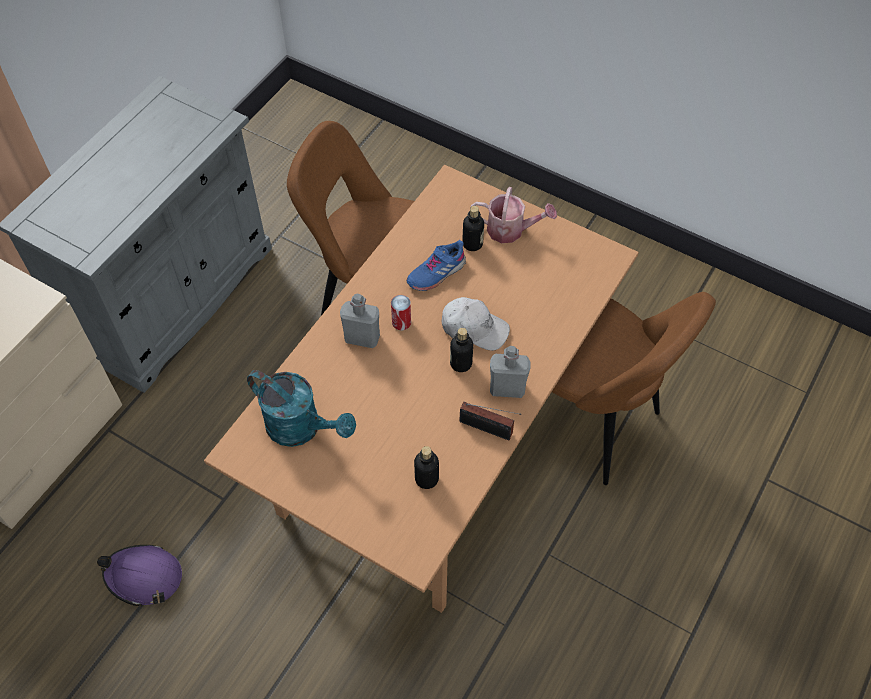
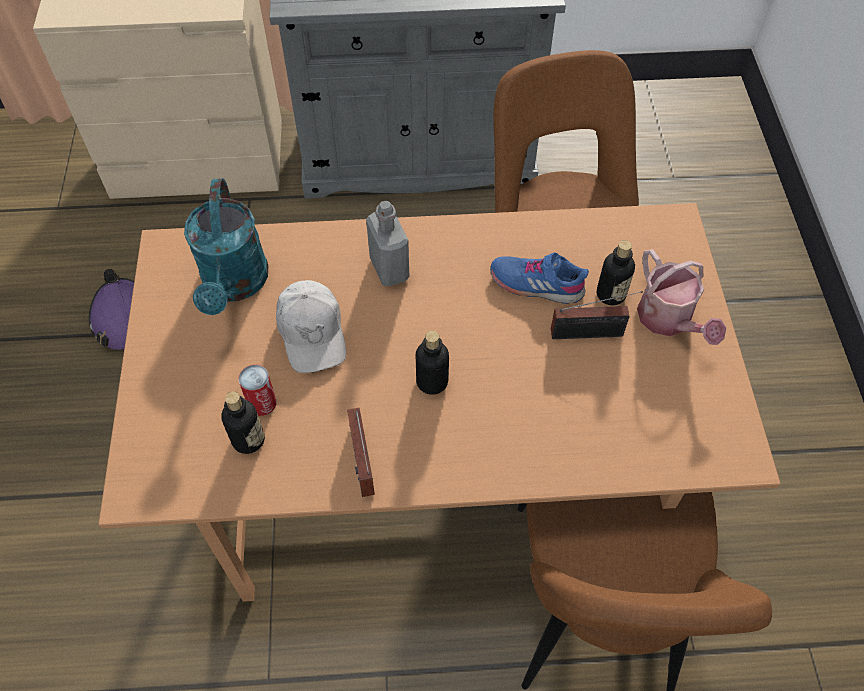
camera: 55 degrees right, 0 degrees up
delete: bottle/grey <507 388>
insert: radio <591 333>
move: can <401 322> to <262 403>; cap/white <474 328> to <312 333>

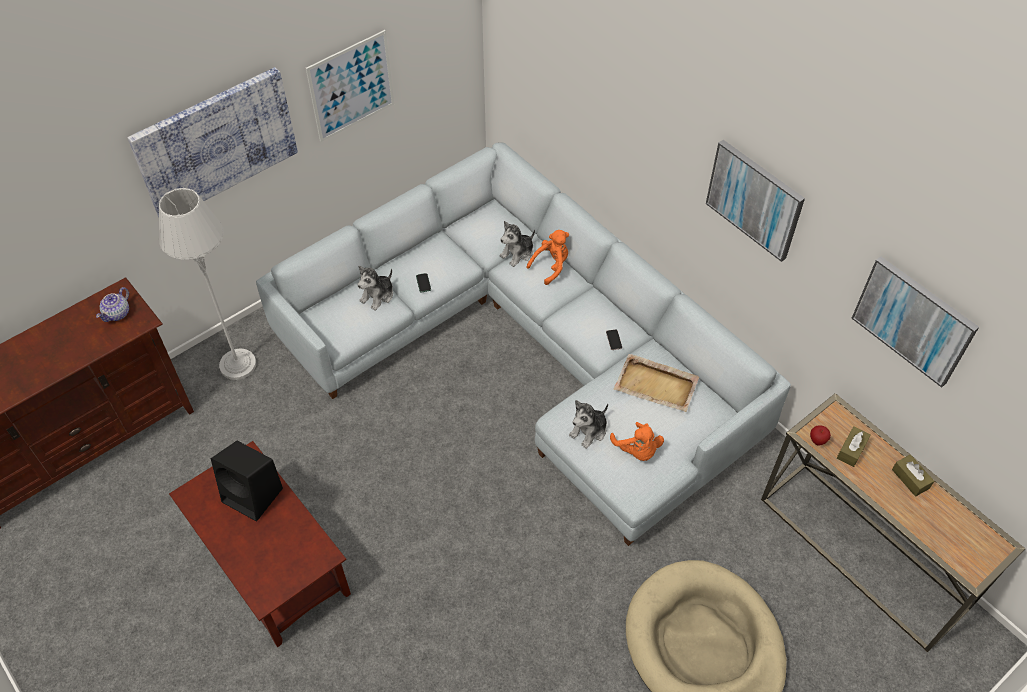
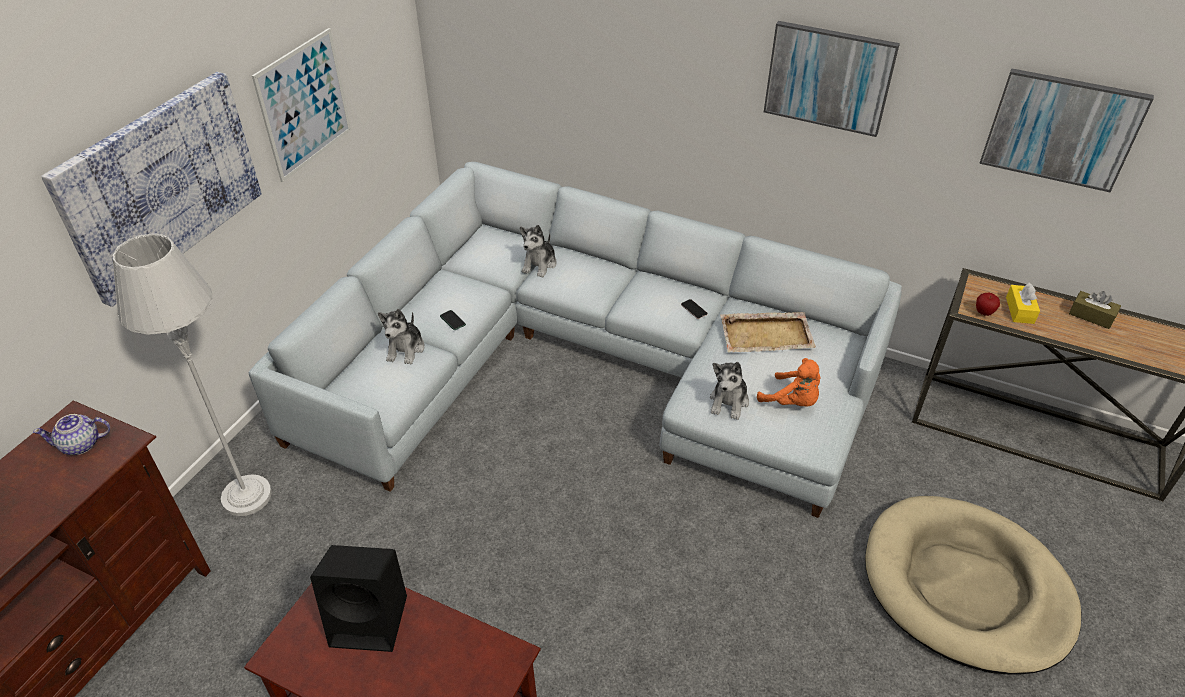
camera: 25 degrees left, 10 degrees down
delete: plush toy/orange <551 266>
recolor: tissue box/brown <851 450> to tissue box/yellow <1019 310>
rotate: teapot <118 313> = <81 445> 75 degrees clockwise

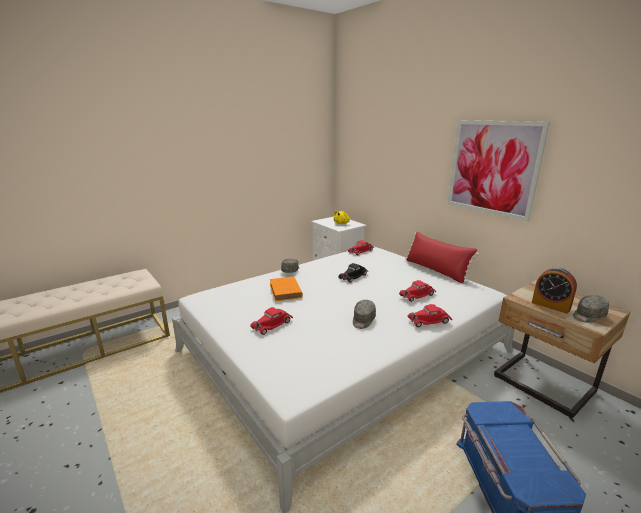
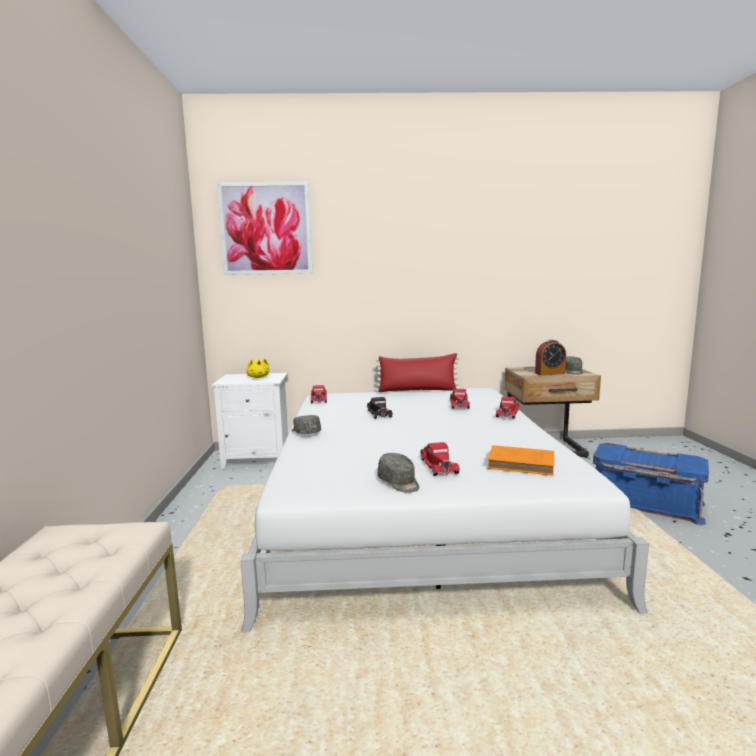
camera: 55 degrees left, 10 degrees down
move: picture <492 168> to <266 229>; cap/grey <363 320> to <399 483>; book/orange <285 291> to <523 464>

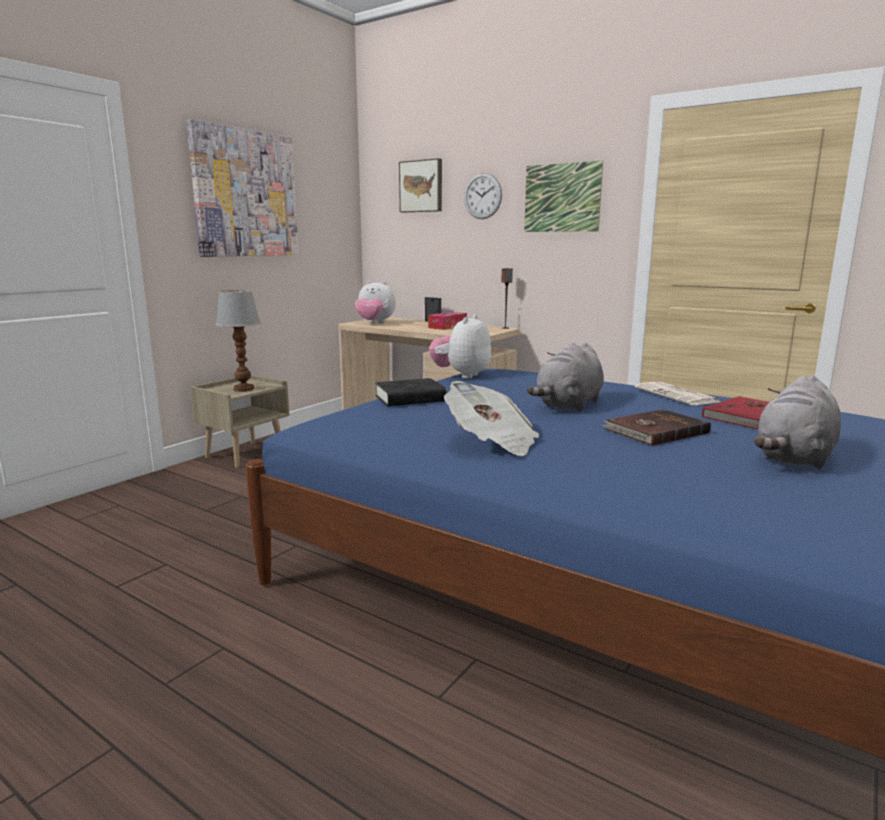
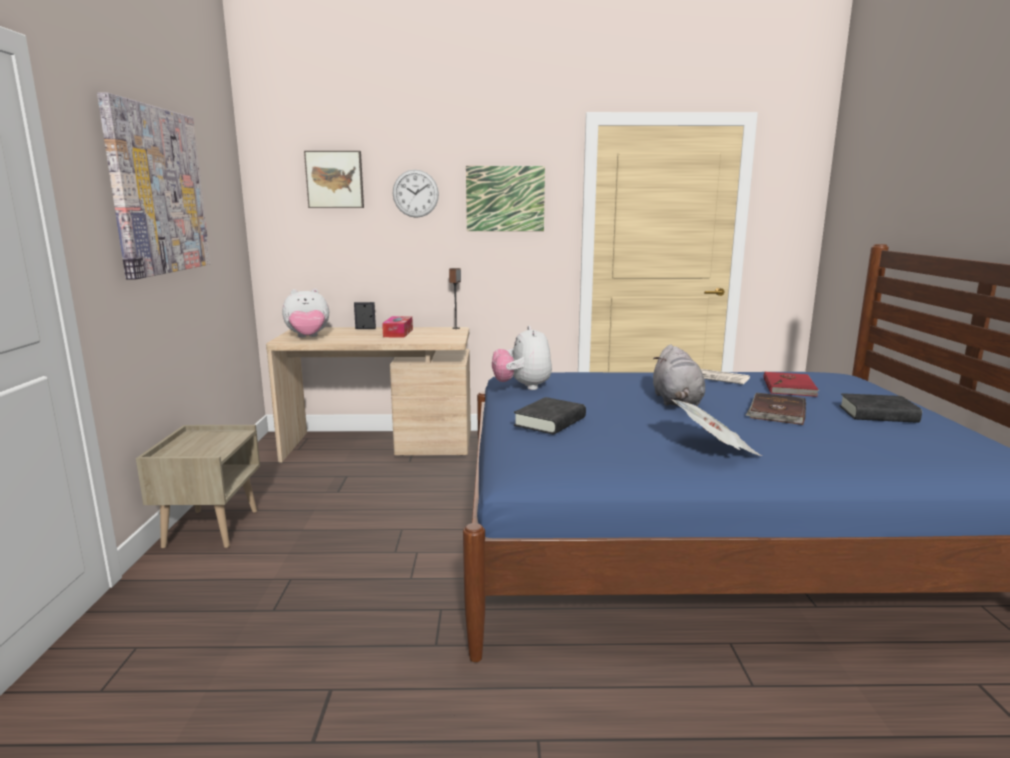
camera: 35 degrees left, 0 degrees up
delete: table lamp <243 389>
replace: plush toy/grey <794 458> to book/black <878 414>

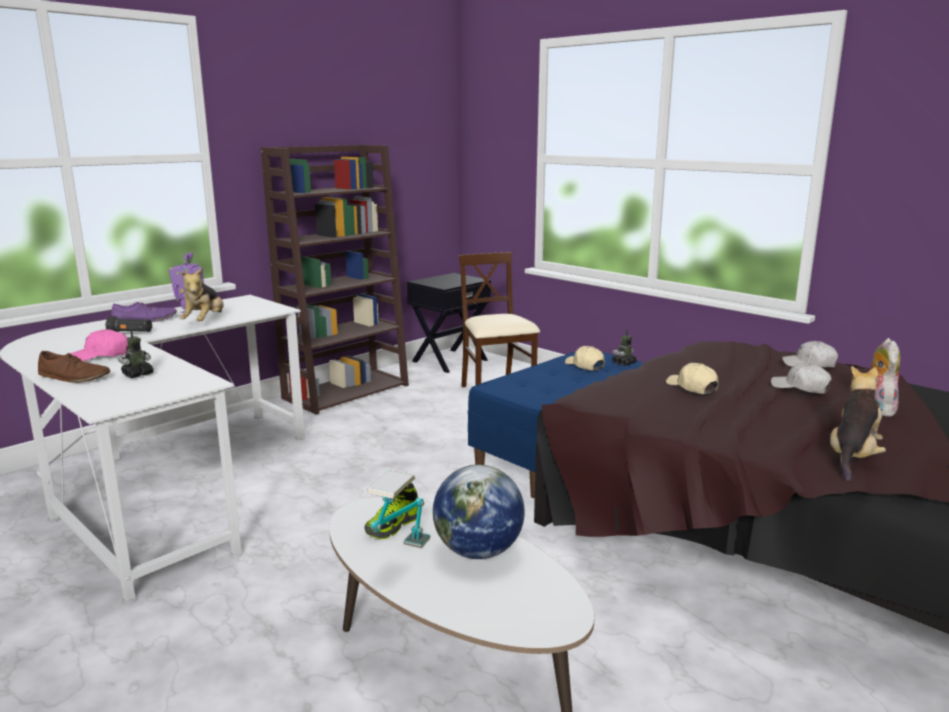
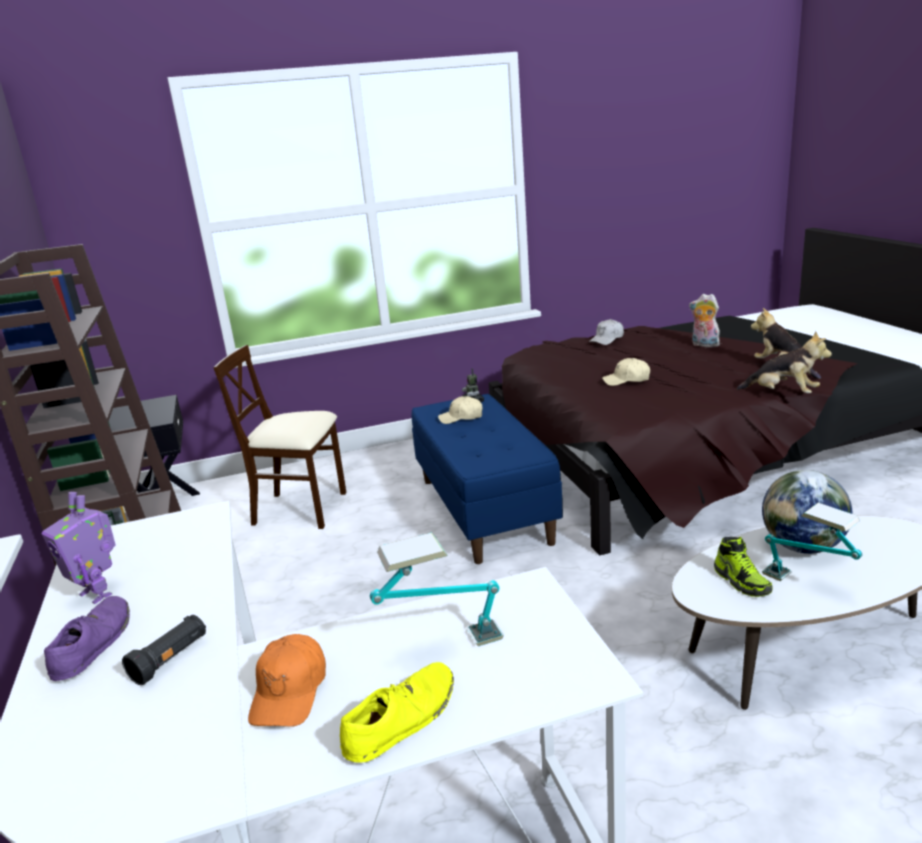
camera: 60 degrees left, 5 degrees up
delete: cap/white <800 388>
move: plush toy <205 321> to <782 394>
replace: toy robot <138 375> to table lamp <443 647>
recolor: cap/pink <101 356> to cap/orange <290 691>; shoe/brown <74 377> to shoe/yellow <401 719>

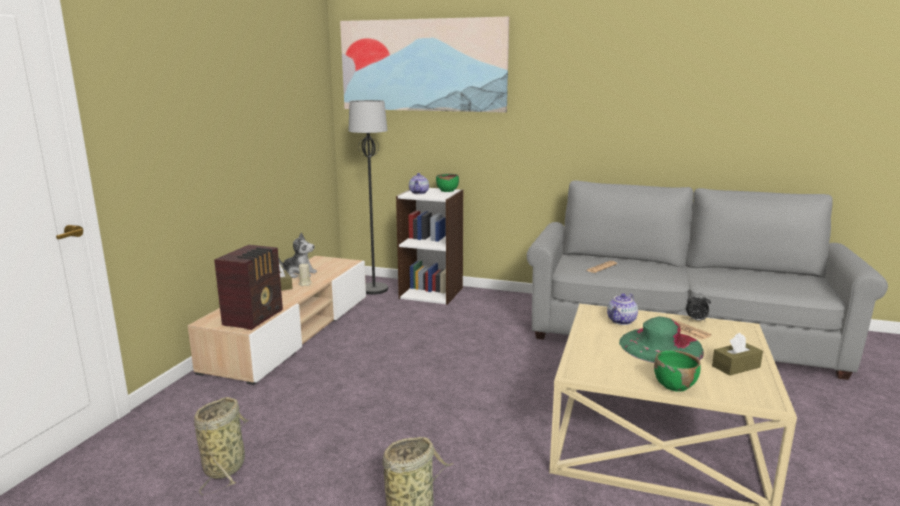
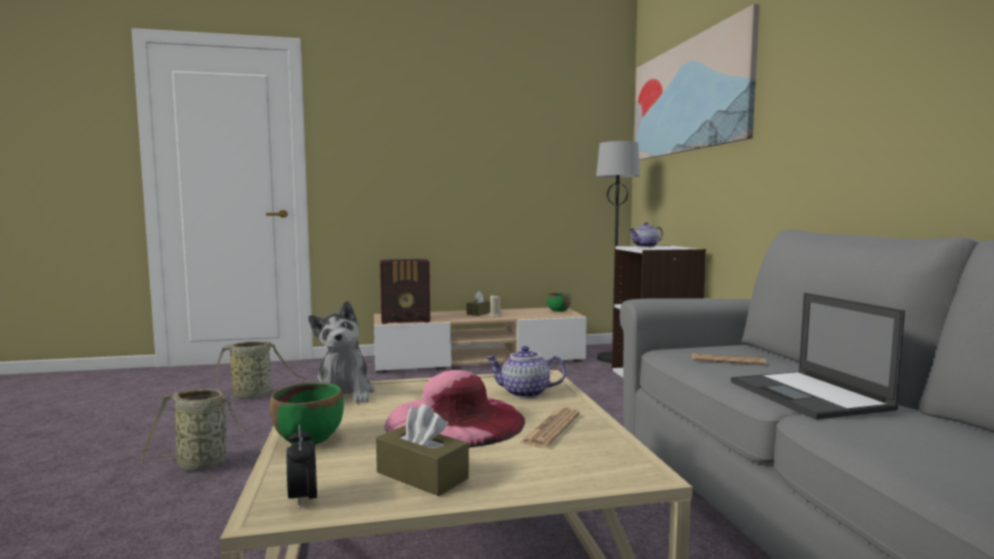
camera: 60 degrees right, 10 degrees down
insert: laptop <810 396>
move: alarm clock <696 320> to <303 499>; plush toy <299 274> to <344 394>; bowl/green <447 190> to <558 310>
recolor: hat/green <661 346> to hat/pink <455 420>

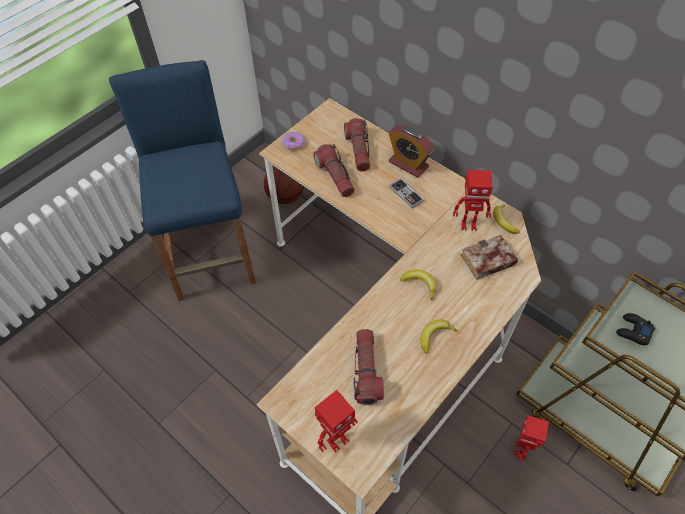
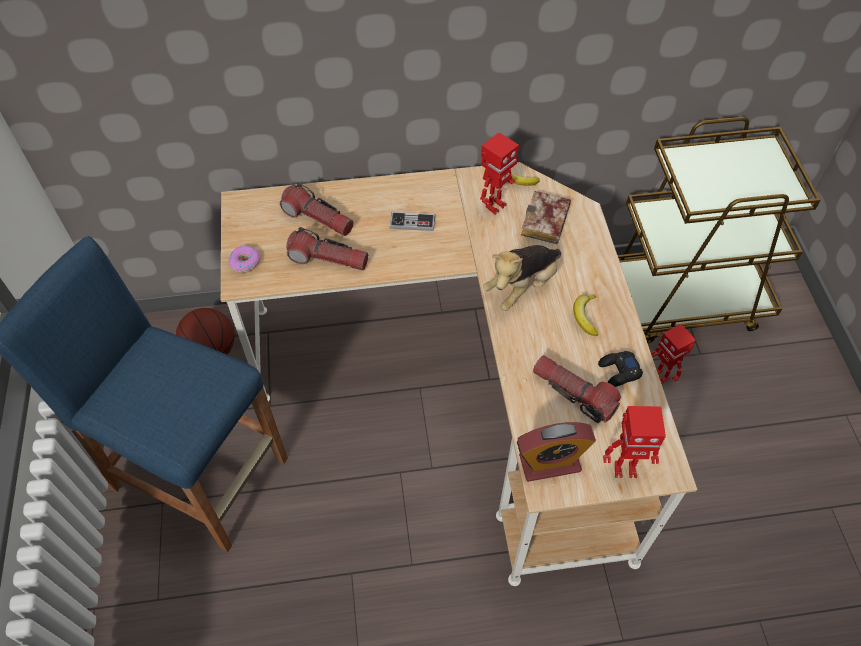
camera: 50 degrees left, 0 degrees up
move: alarm clock <408 164> to <549 463>; game controller/black <633 331> to <619 371>
replace: banana <420 284> to plush toy <522 286>
rotate: toy robot <336 440> = <624 468> 90 degrees clockwise

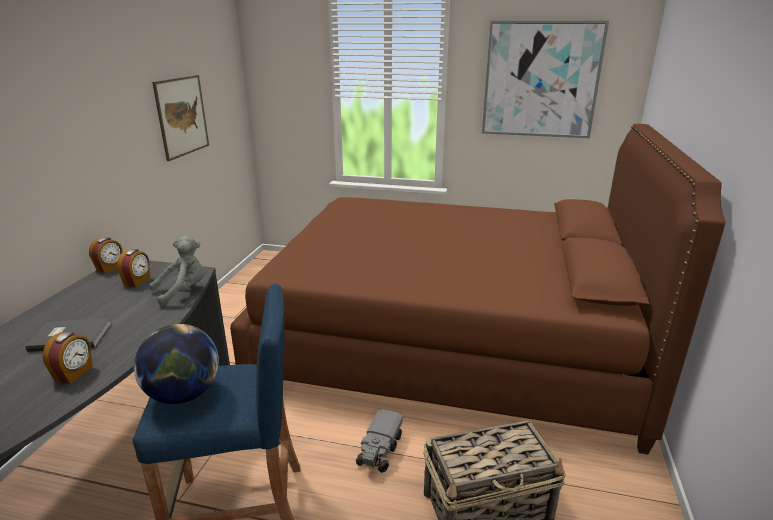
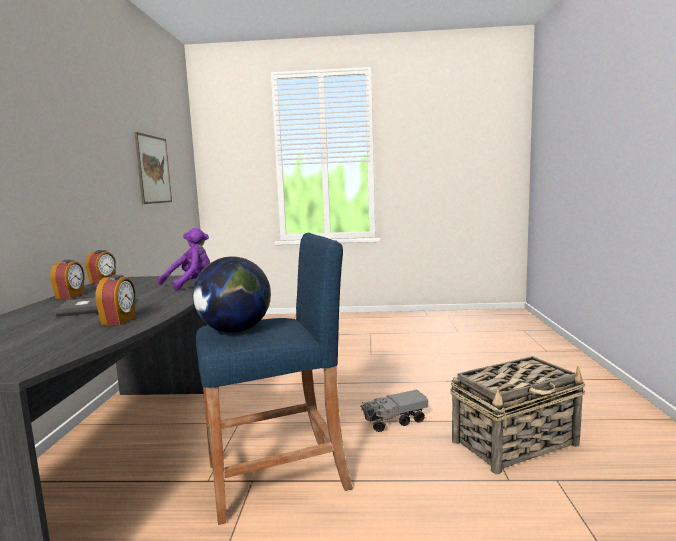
camera: 10 degrees left, 15 degrees down
delete: bed/brown <448 339>; picture <541 80>
move: alarm clock <137 281> to <71 296>
recolor: plush toy/grey <183 291> to plush toy/purple <191 284>
rotate: toy truck <380 450> = <394 421> 60 degrees clockwise

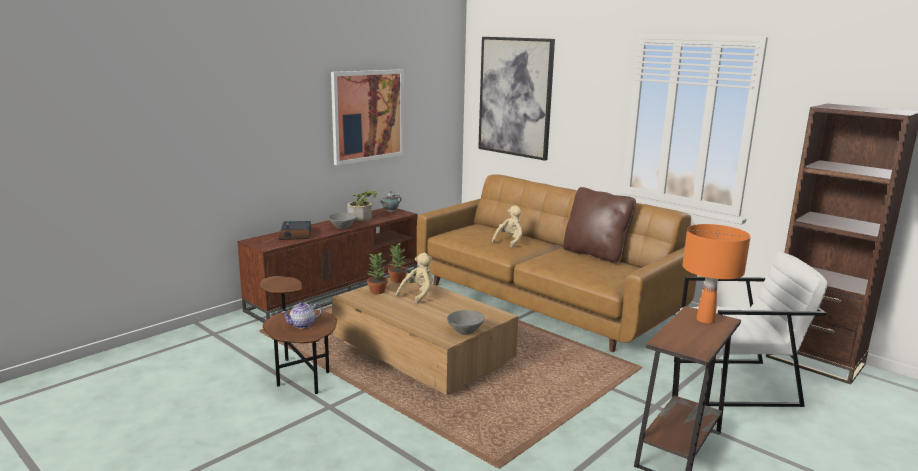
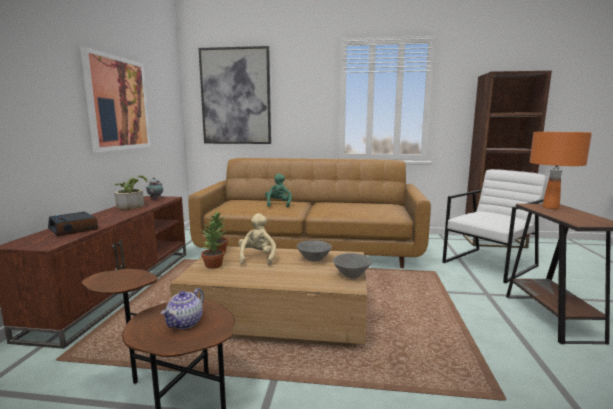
camera: 35 degrees left, 5 degrees down
delete: pillow/brown <595 254>
move: bowl/grey <342 228> to <314 259>
recolor: plush toy/beige <509 241> to plush toy/green <278 204>

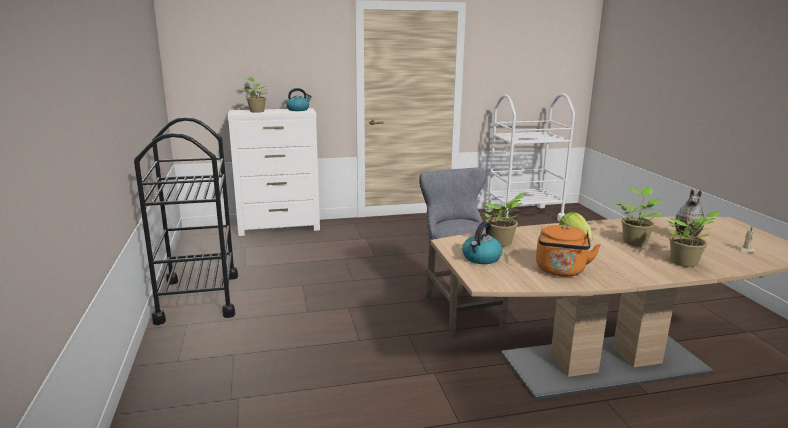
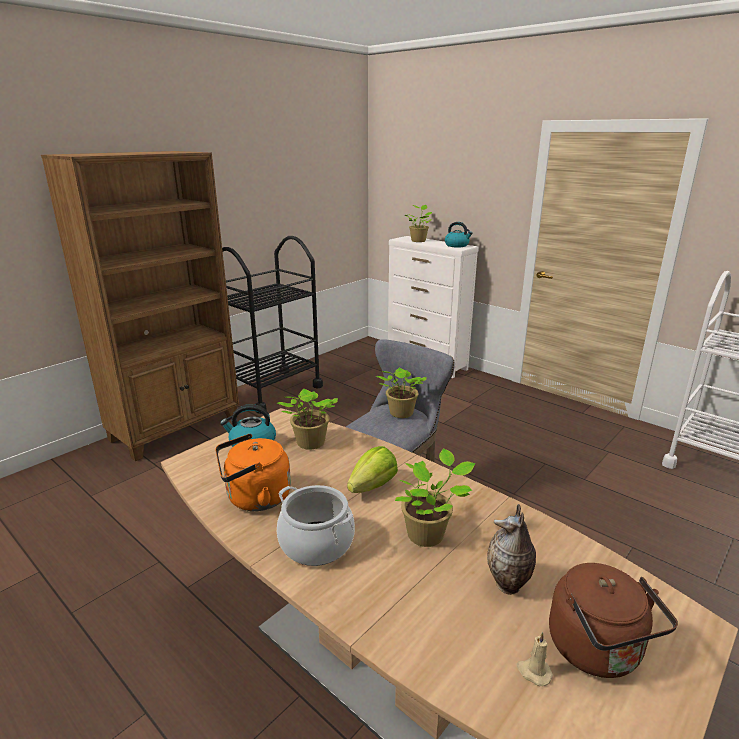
camera: 55 degrees right, 5 degrees up
insert: bookcase/brown <177 428>; cooking pot <316 543>; kettle/brown <598 651>
move: potted plant <685 263> to <400 413>

